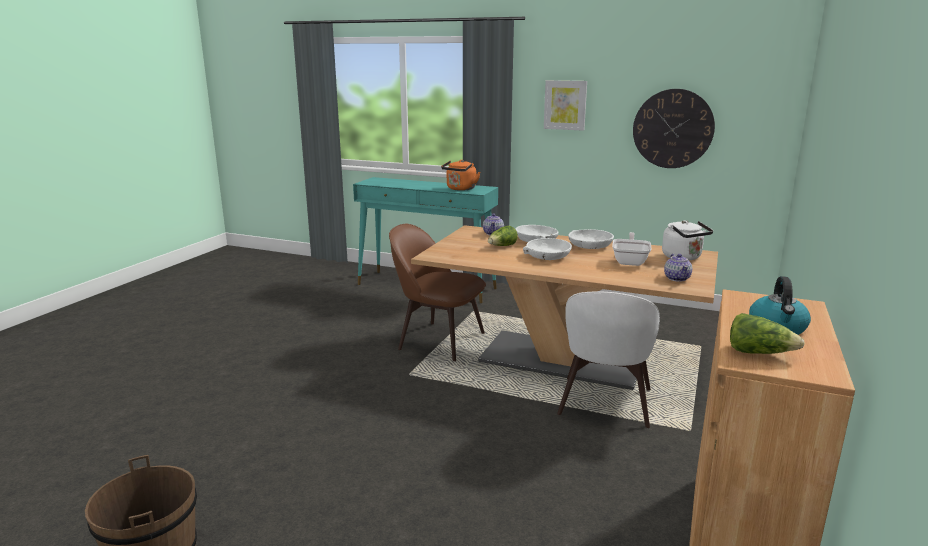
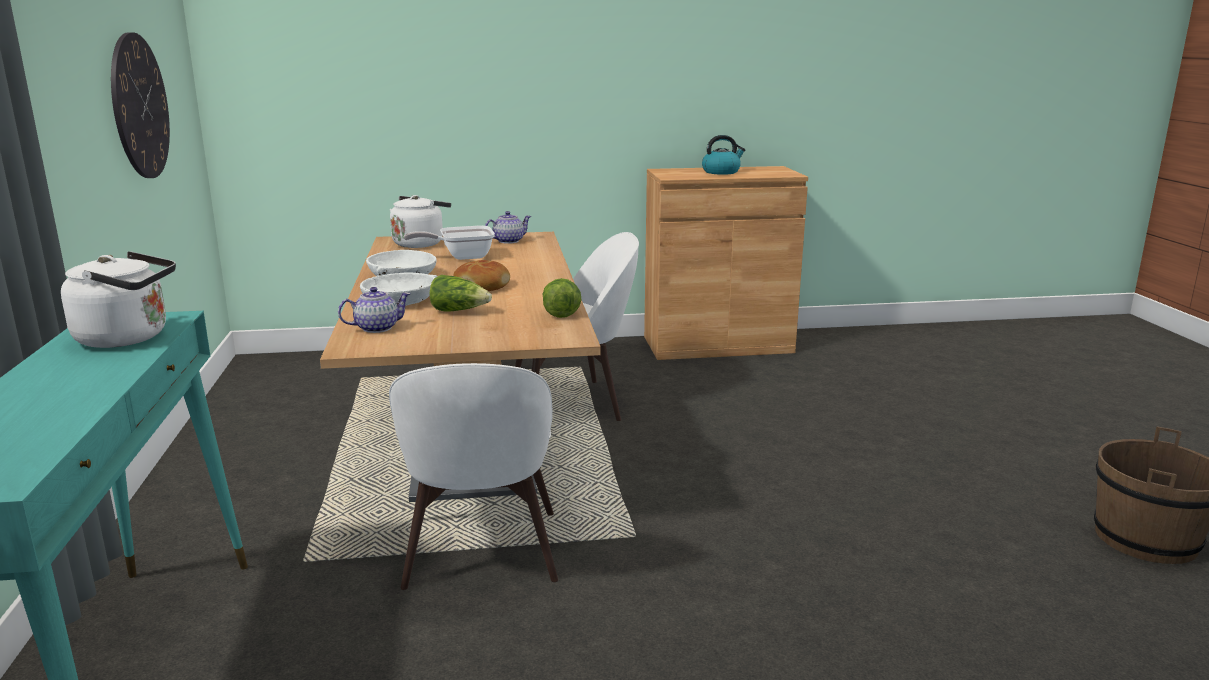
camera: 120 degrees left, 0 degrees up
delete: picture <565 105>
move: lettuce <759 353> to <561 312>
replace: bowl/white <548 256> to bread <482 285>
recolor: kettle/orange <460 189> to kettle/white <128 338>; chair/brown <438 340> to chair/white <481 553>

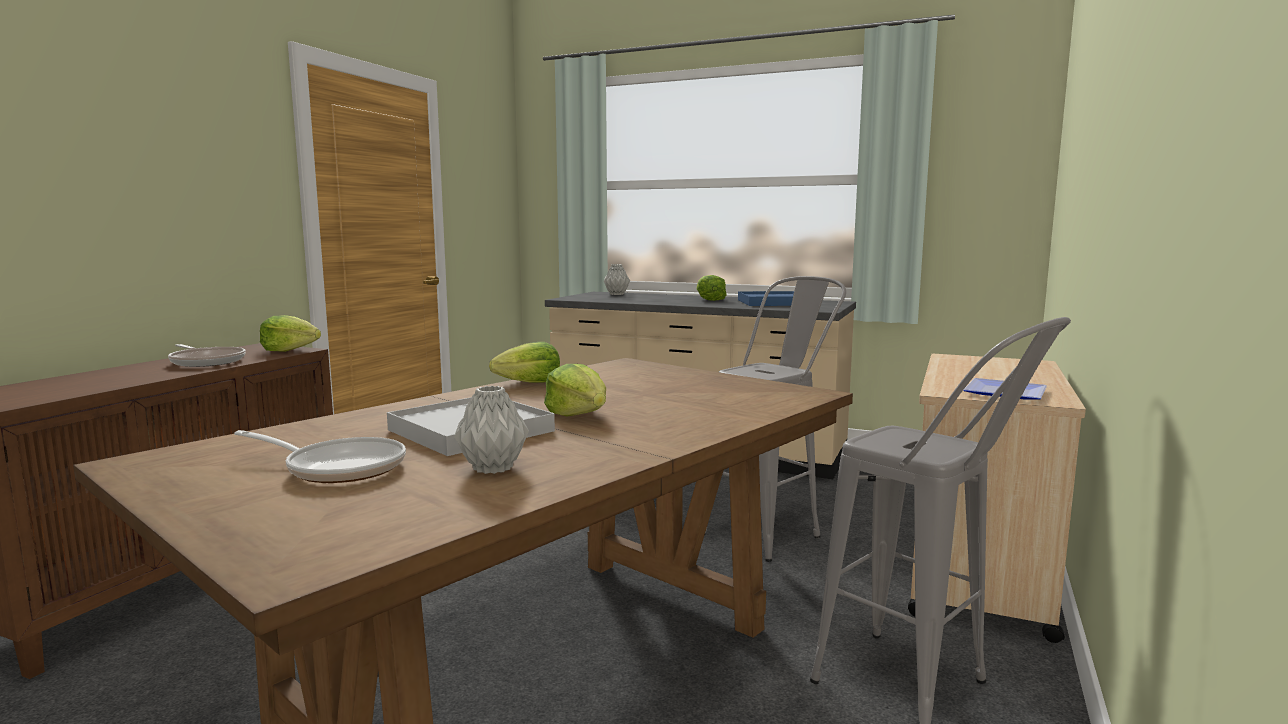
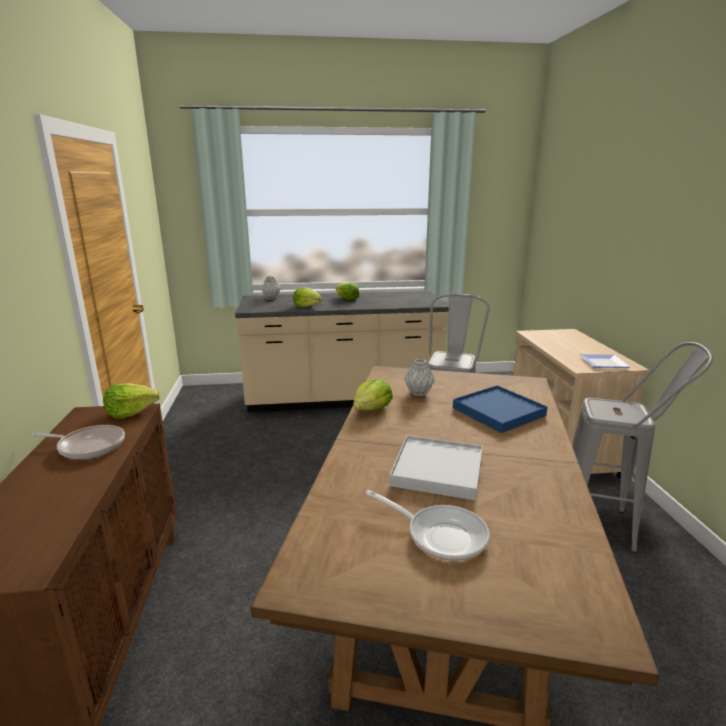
camera: 30 degrees left, 10 degrees up
move: lettuce <578 414> to <307 306>; vase/grey <493 468> to <419 393>; tray/blue <771 302> to <498 412>
rotate: frying pan <339 467> = <440 535> 45 degrees clockwise

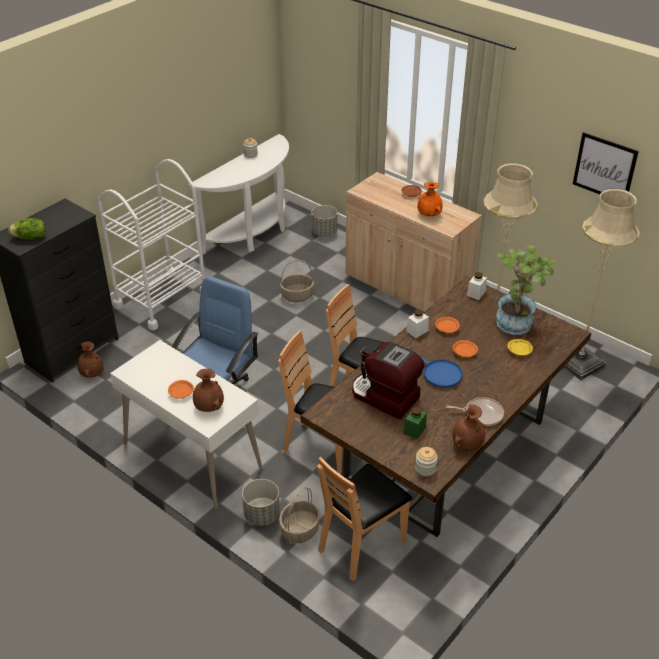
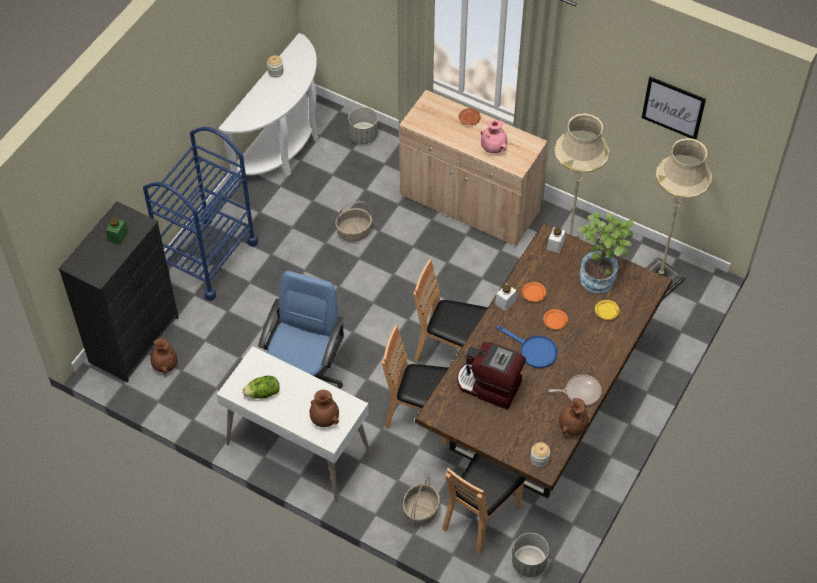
camera: 10 degrees left, 15 degrees up
delete: plate/orange <181 393>
move: jar/green <414 430> to <118 236>; lettuce <30 237> to <263 393>; planter/grey <261 515> to <529 563>
recolor: cart/white <161 300> to cart/blue <208 258>; vase/orange <429 214> to vase/pink <493 147>

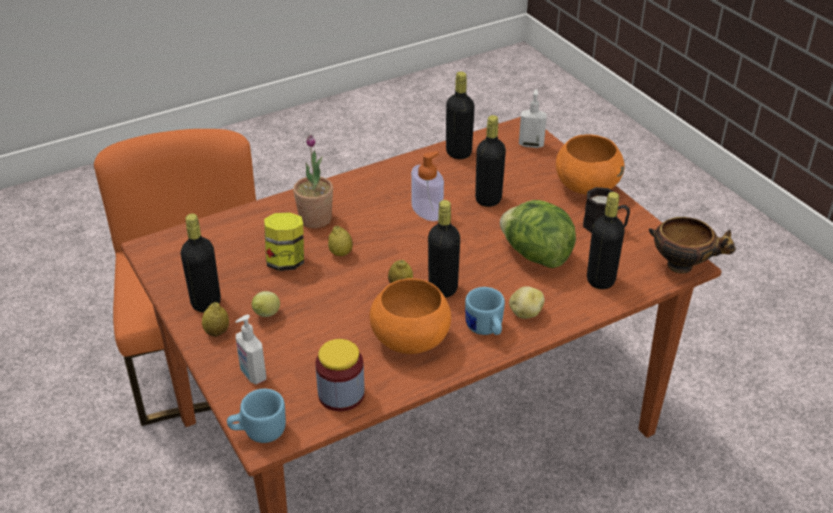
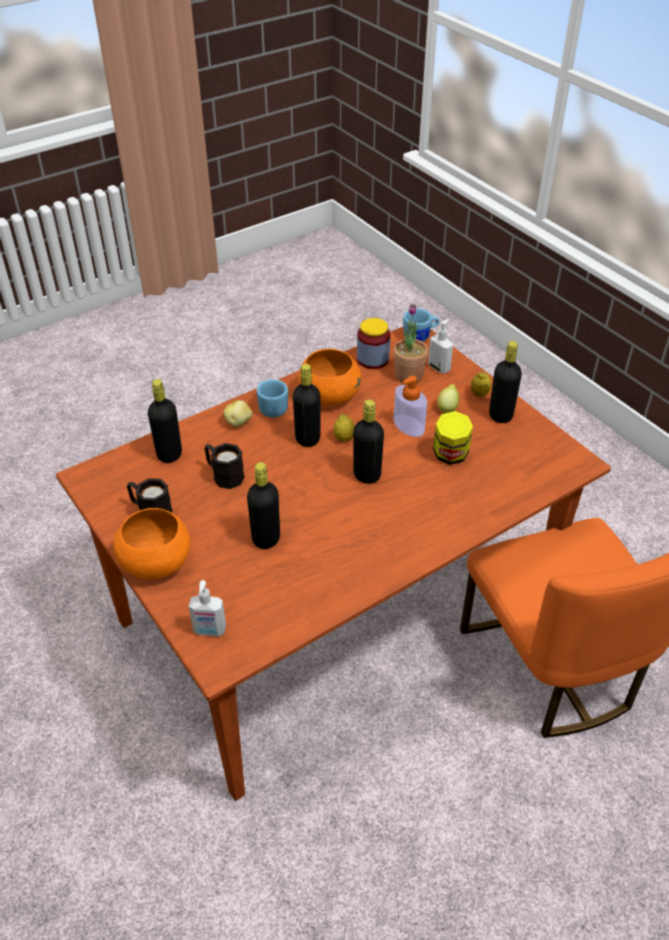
camera: 175 degrees right, 5 degrees up
delete: lemon <341 253>; bowl <683 266>
move: bottle/black <458 153> to <367 475>; soap dispenser <427 210> to <408 426>; potted plant <315 219> to <408 375>
replace: lettuce <535 255> to mug/black <224 475>

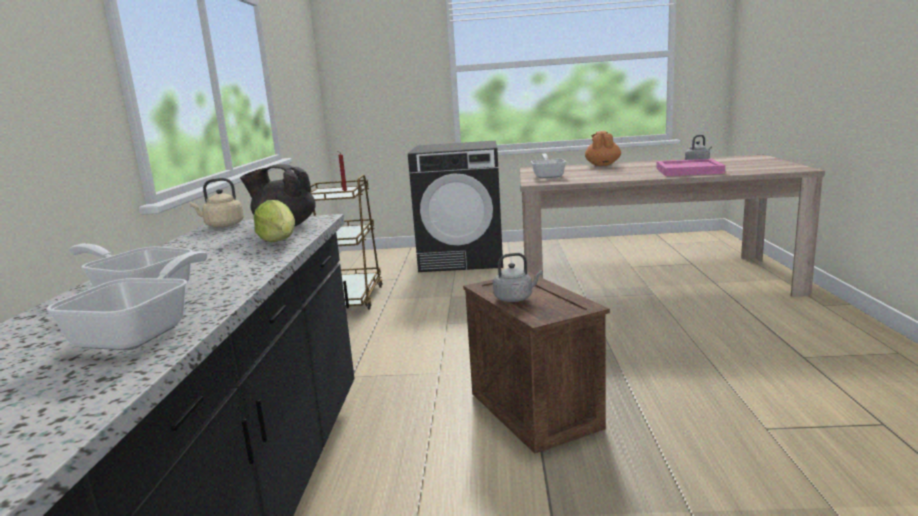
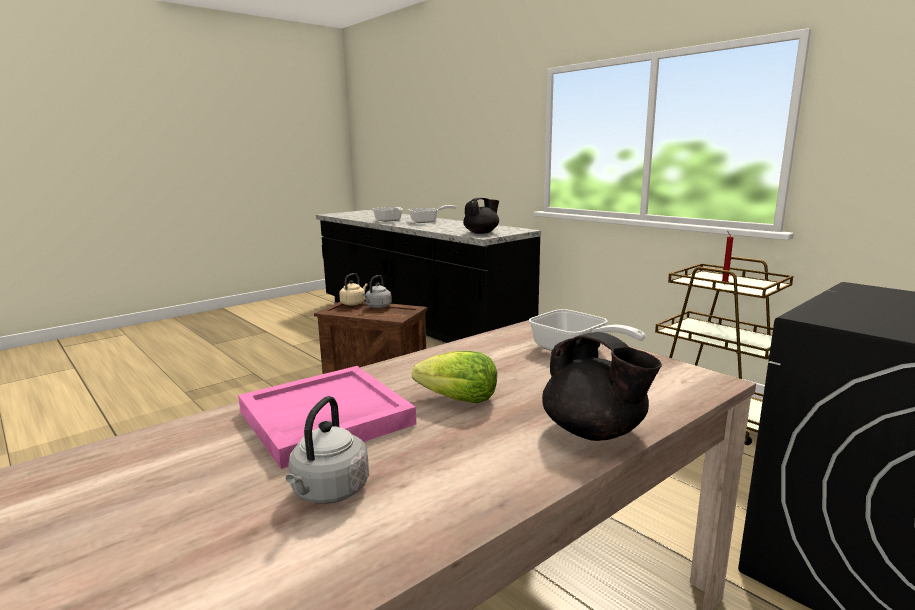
camera: 135 degrees right, 0 degrees up
move: kettle/beige <222 225> to <354 303>; lettuce <279 241> to <459 400>
recolor: teapot/orange <602 165> to teapot/black <594 432>

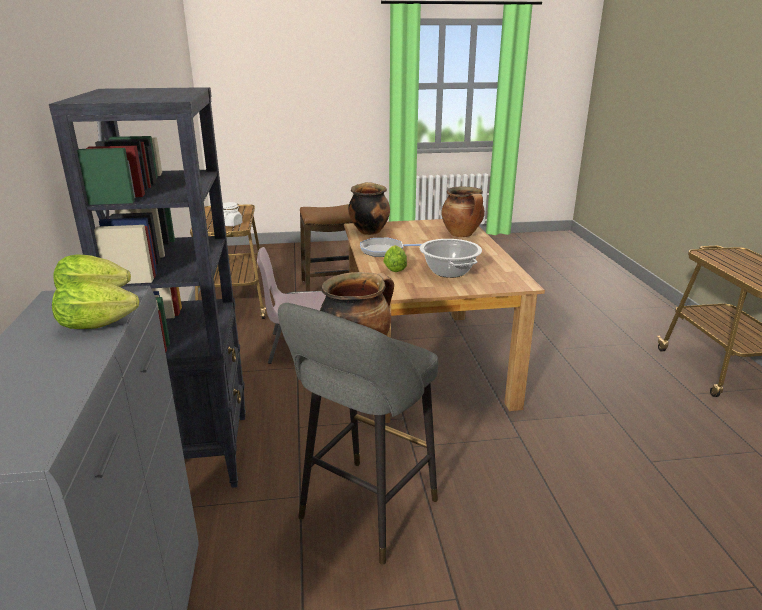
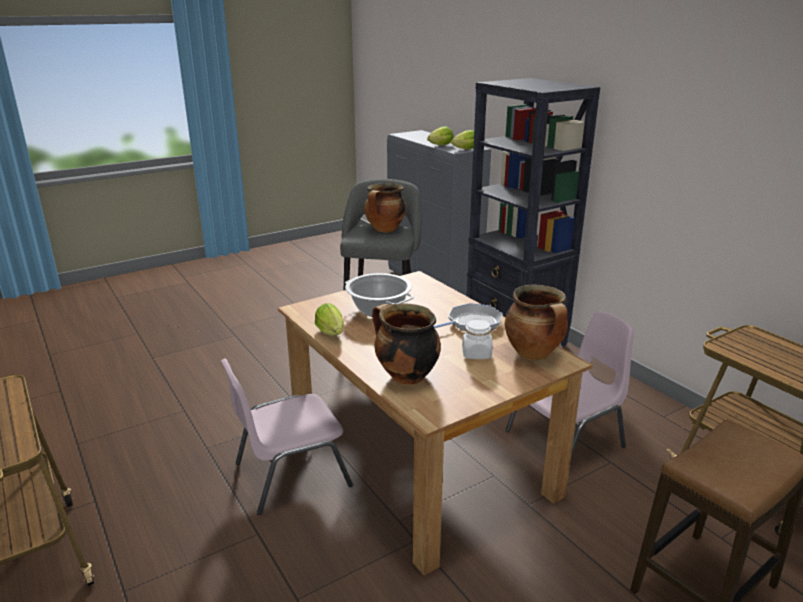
camera: 155 degrees right, 0 degrees up
insert: chair/pink <290 474>
move: lettuce <394 268> to <332 334>; jar/white <231 224> to <476 354>

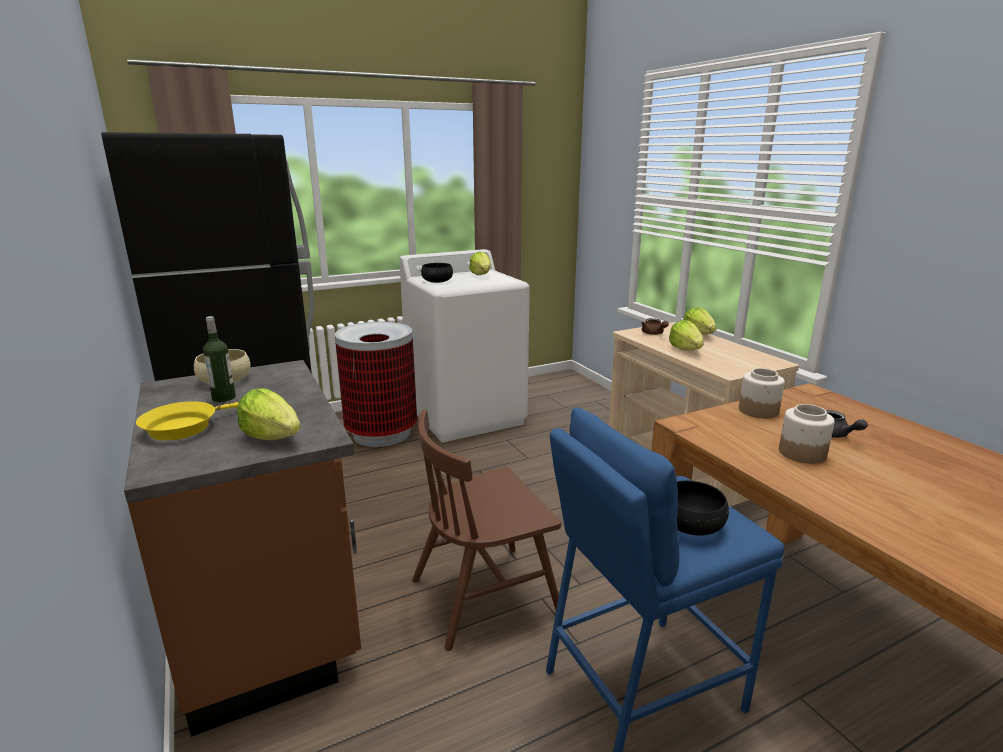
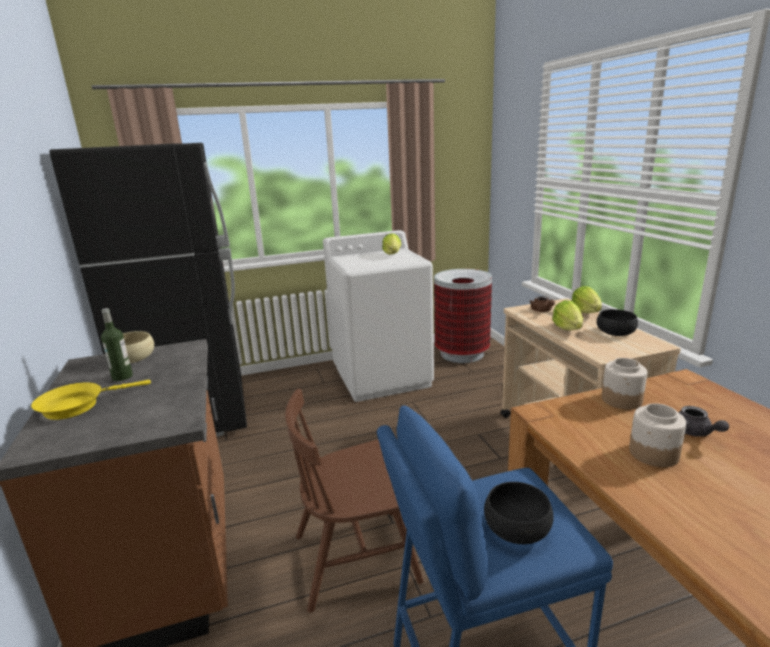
camera: 10 degrees right, 0 degrees up
delete: lettuce <272 437>
move: trash can <381 434> to <461 354>; bowl/black <437 281> to <615 332>

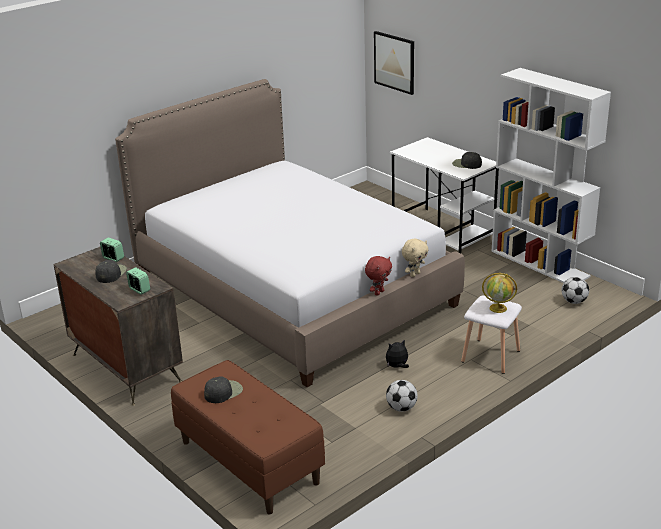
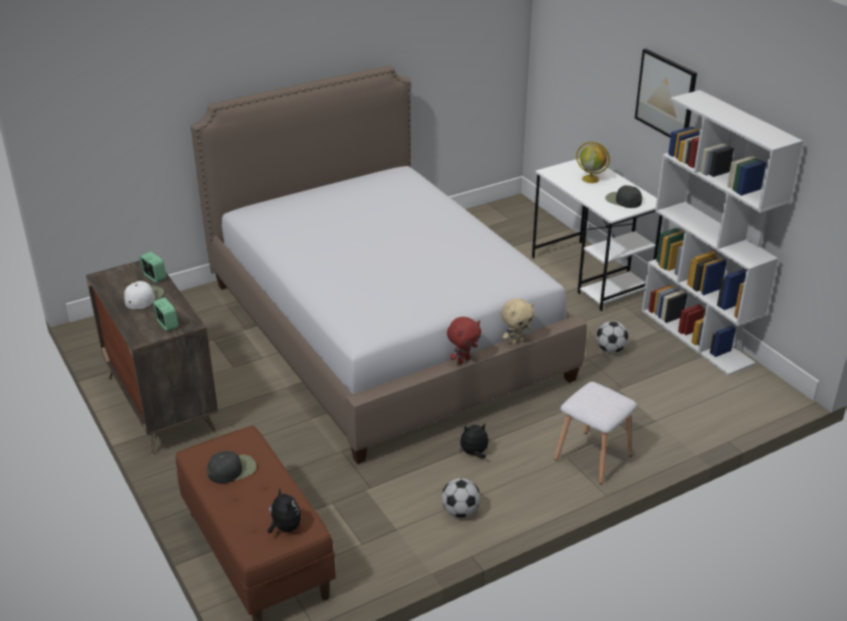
camera: 10 degrees right, 5 degrees up
insert: plush toy <285 527>
move: globe <498 308> to <591 179>; football <574 301> to <610 349>; picture <394 62> to <666 96>
recolor: cap/black <111 273> to cap/white <144 297>

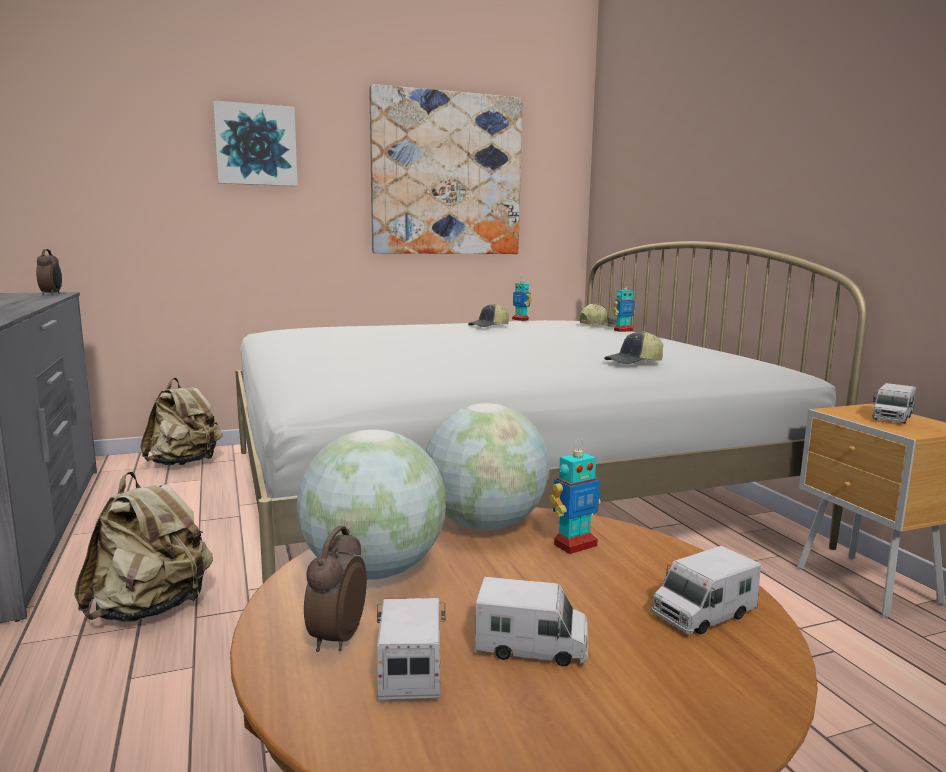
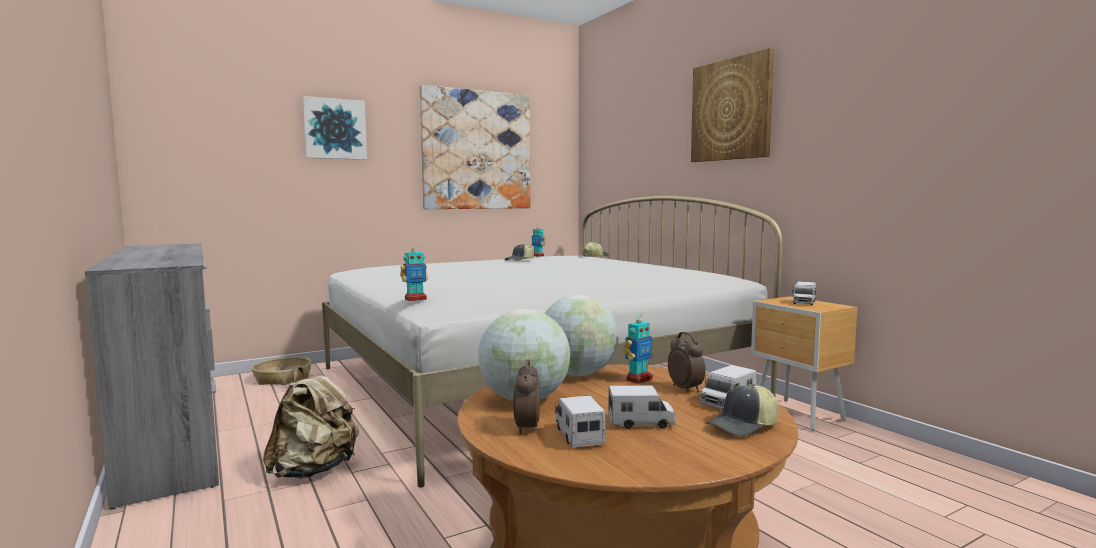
camera: 10 degrees left, 5 degrees down
insert: picture <731 110>
move: toy robot <623 330> to <415 299>; alarm clock <52 294> to <686 389>; cap <634 363> to <743 426>
replace: backpack/beige <185 463> to basket <282 378>

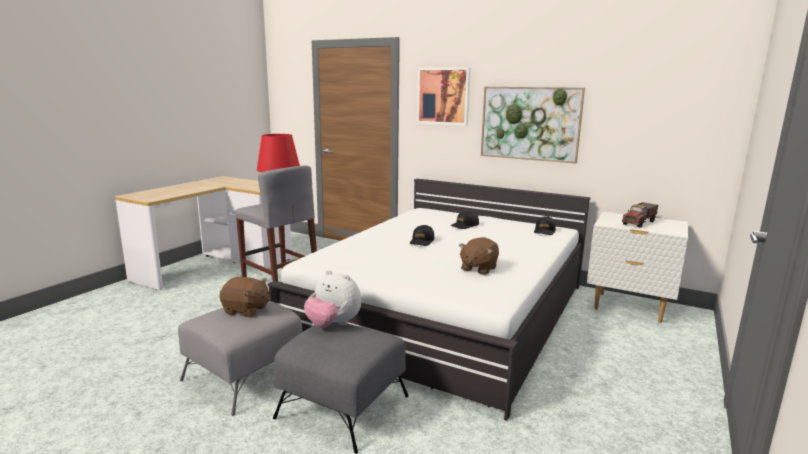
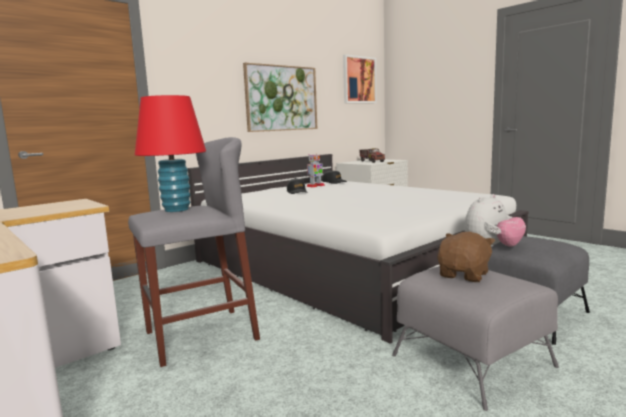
camera: 70 degrees left, 5 degrees down
delete: cap/black <422 241>; plush toy/brown <478 269>
insert: toy robot <315 186>
move: picture <443 96> to <359 80>

